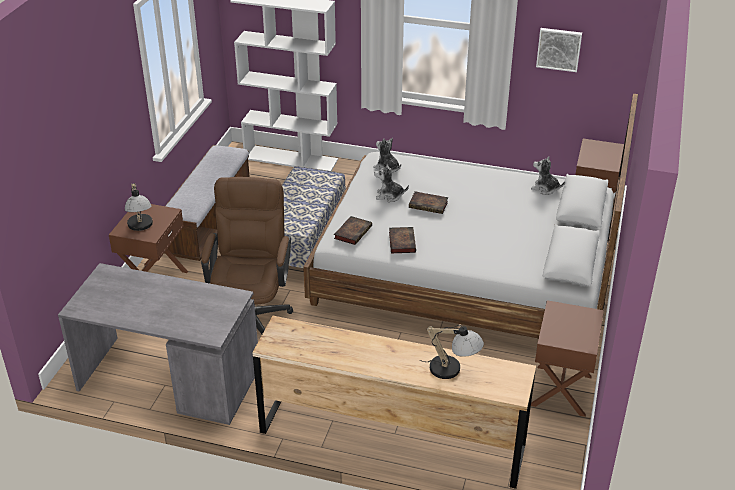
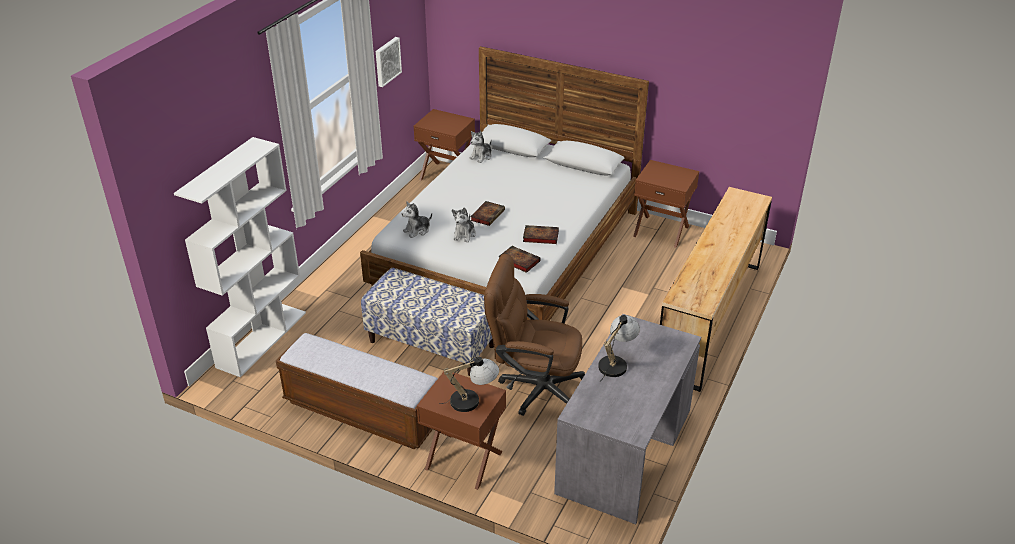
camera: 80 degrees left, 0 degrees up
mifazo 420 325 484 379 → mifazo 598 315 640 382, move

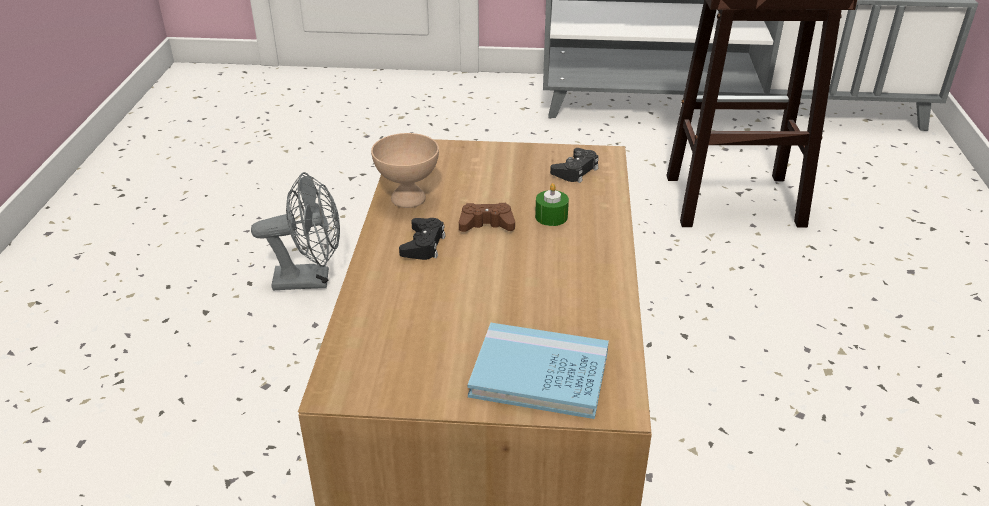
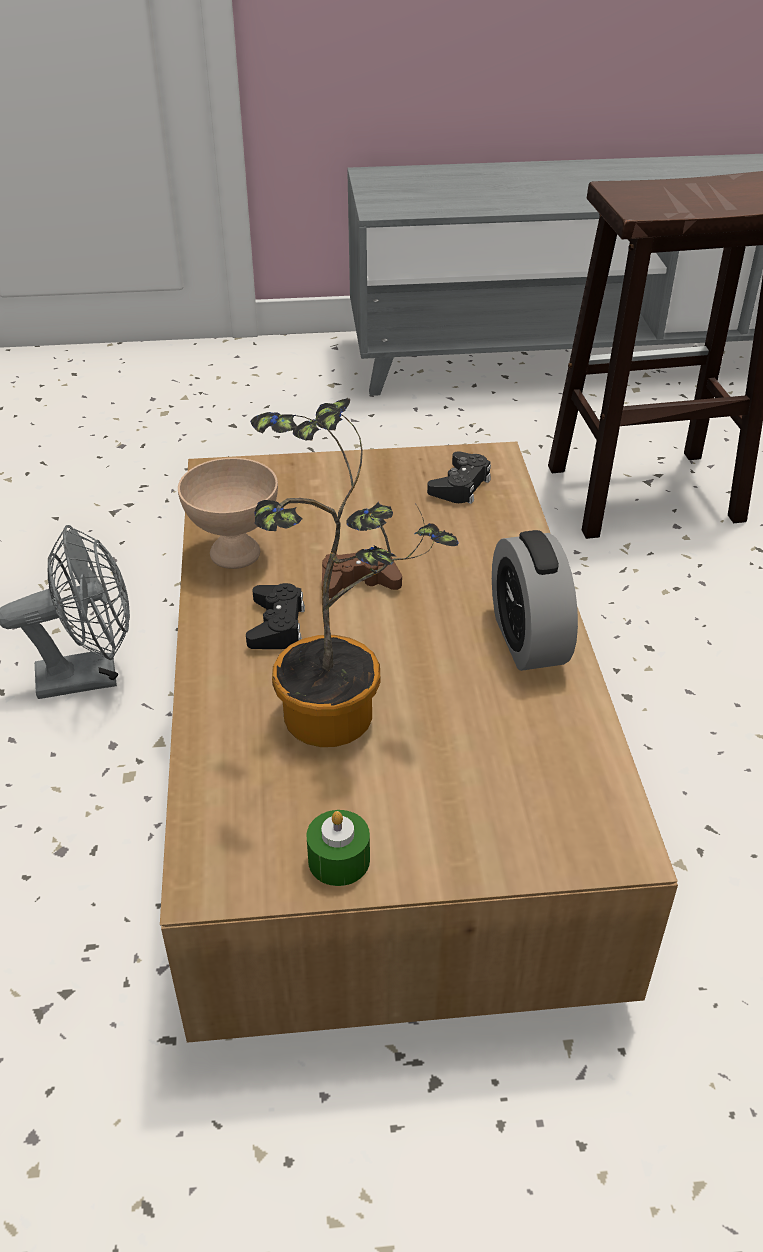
camera: 10 degrees left, 5 degrees up
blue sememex 468 323 609 419 → -
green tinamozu 535 183 569 226 → green tinamozu 306 810 370 886, move
- → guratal 250 398 458 747
- → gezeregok 492 530 578 671

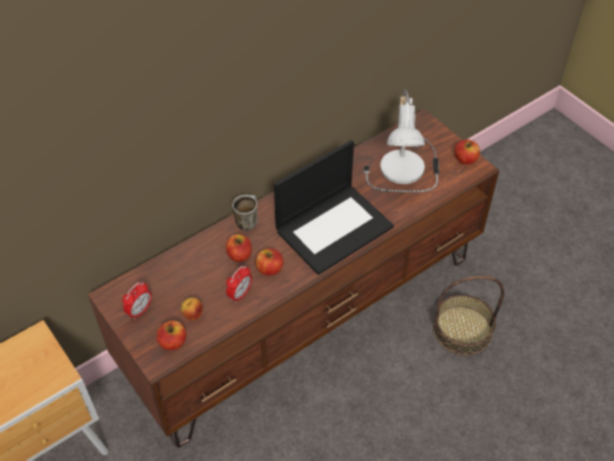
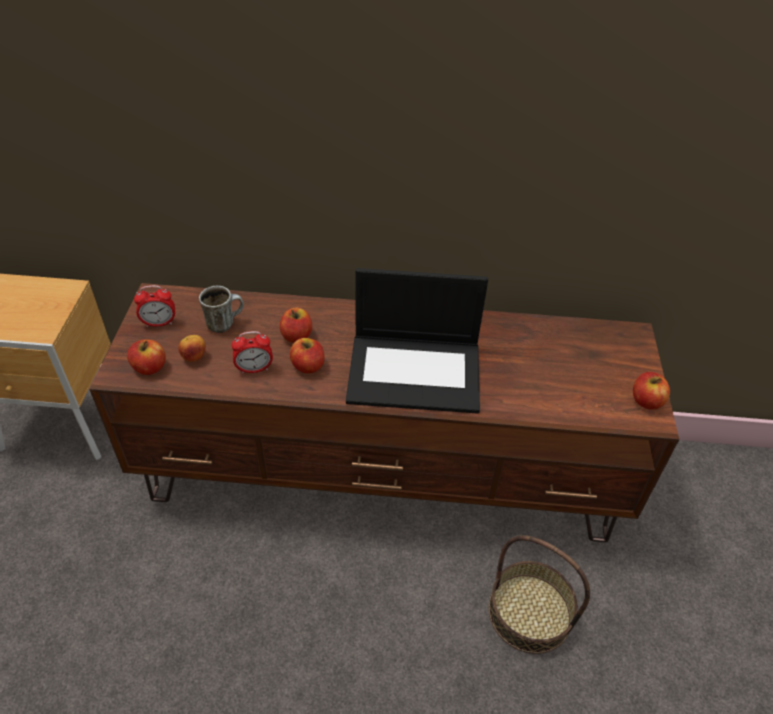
camera: 40 degrees right, 5 degrees down
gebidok 232 195 257 231 → gebidok 199 286 244 333, move
mifazo 364 89 440 192 → -

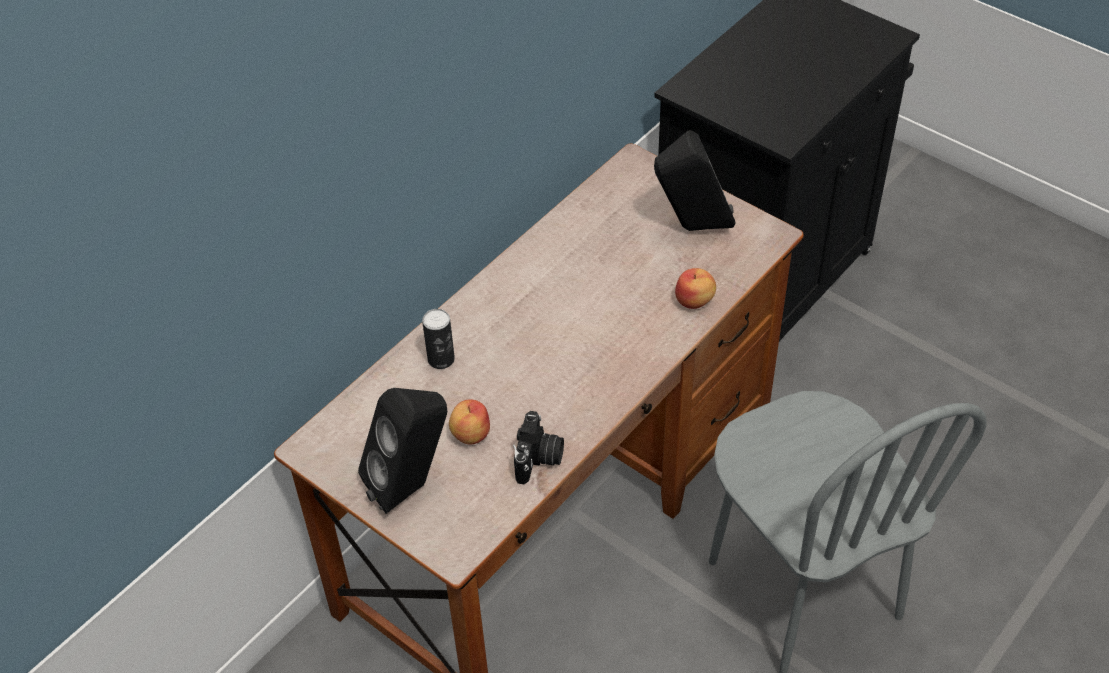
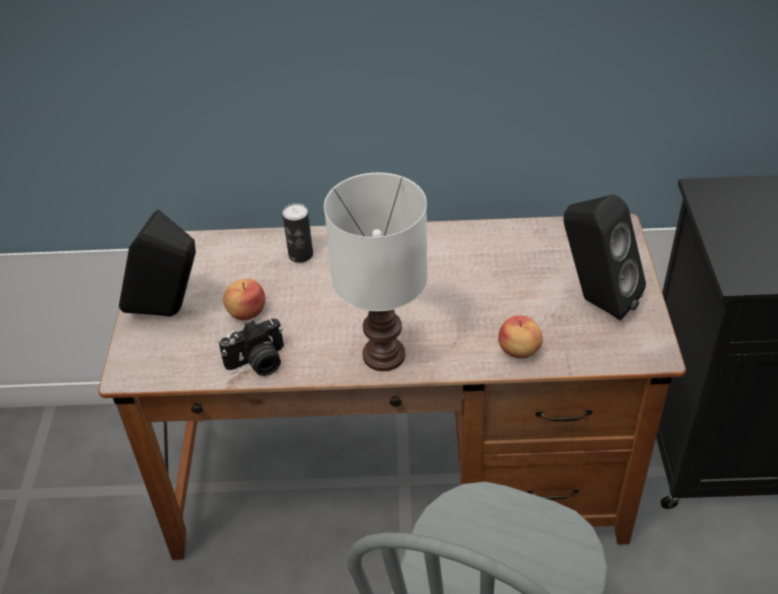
camera: 50 degrees right, 5 degrees down
- → white mifazo 324 173 428 371

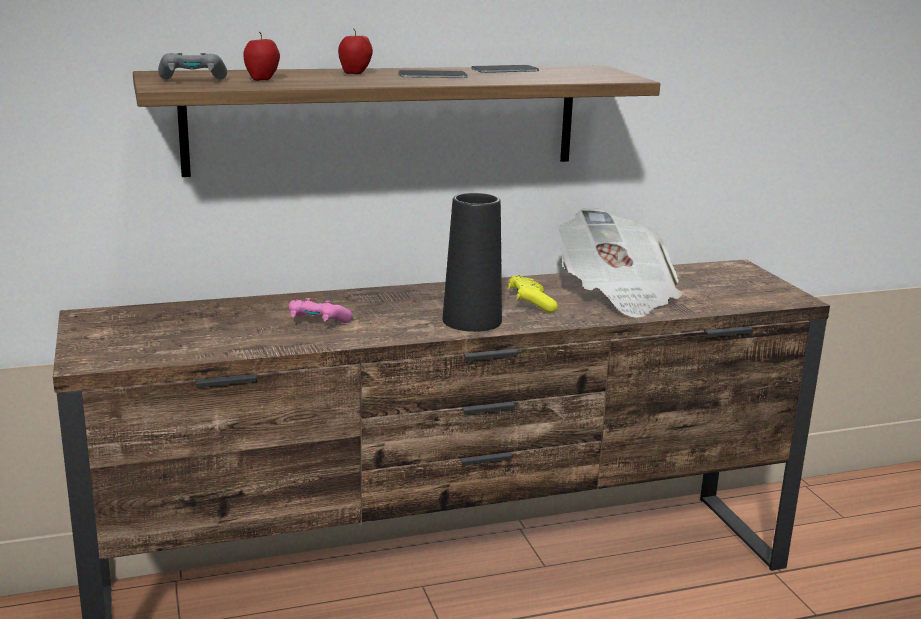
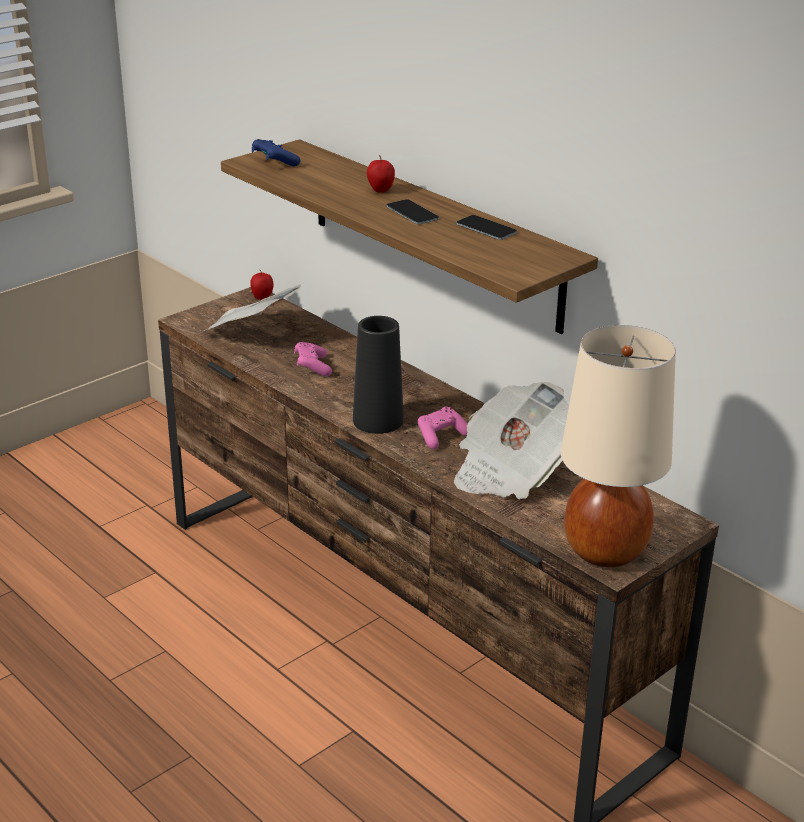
camera: 65 degrees right, 10 degrees up
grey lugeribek 158 53 227 80 → blue lugeribek 252 139 300 166
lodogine 243 32 280 81 → lodogine 250 270 274 300, move
yellow lugeribek 508 275 558 313 → pink lugeribek 418 407 468 449
- → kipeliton 203 283 303 331
- → beige mifazo 561 325 676 567

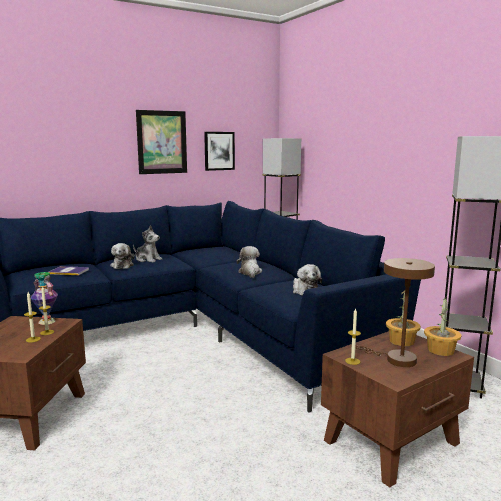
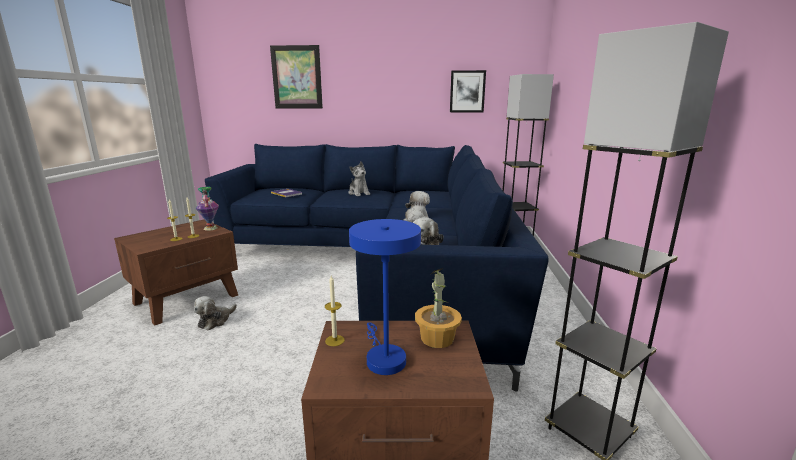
camera: 35 degrees right, 5 degrees up
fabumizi 110 243 135 269 → fabumizi 194 296 237 330, move
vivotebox 136 110 187 174 → vivotebox 270 45 323 109, move
brown mifazo 356 258 435 367 → blue mifazo 349 219 421 375
guratal 424 297 461 356 → -

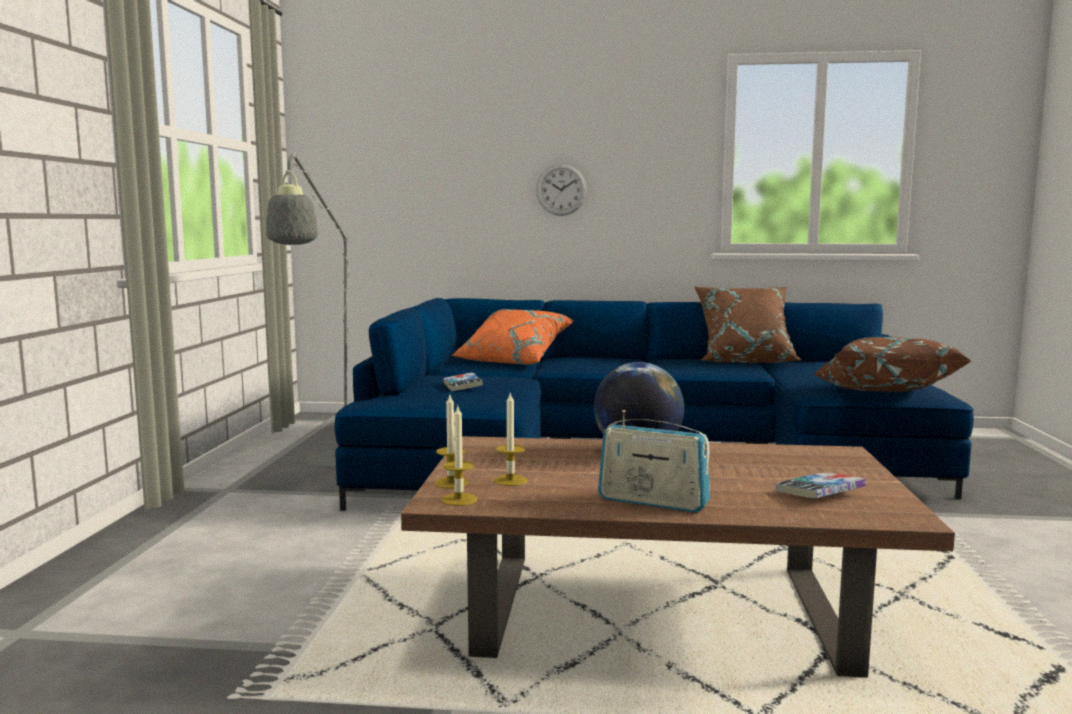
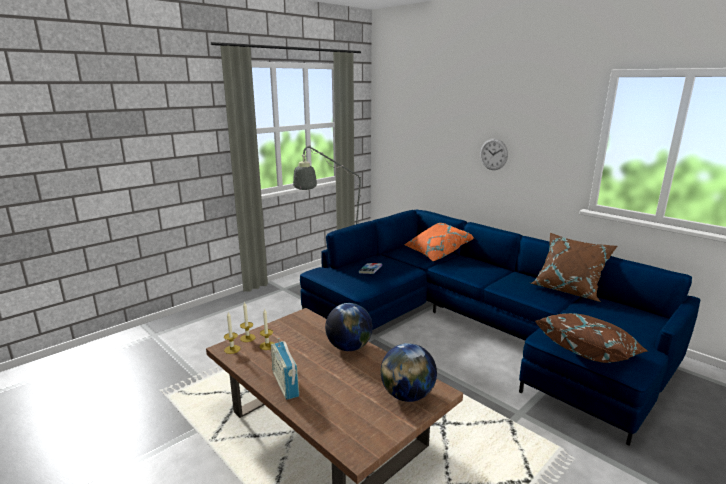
camera: 40 degrees right, 10 degrees up
sememex 776 473 866 498 → -
- → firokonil 381 343 437 402

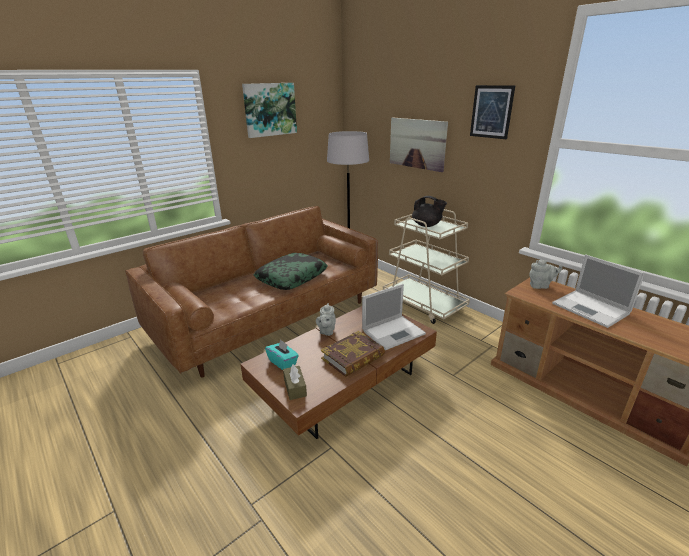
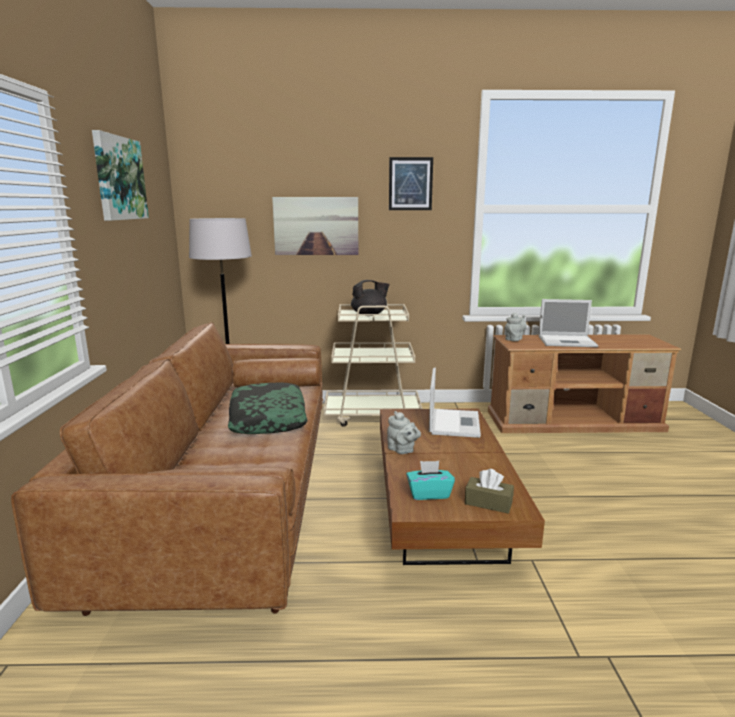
camera: 50 degrees left, 10 degrees down
sememex 321 331 385 377 → -

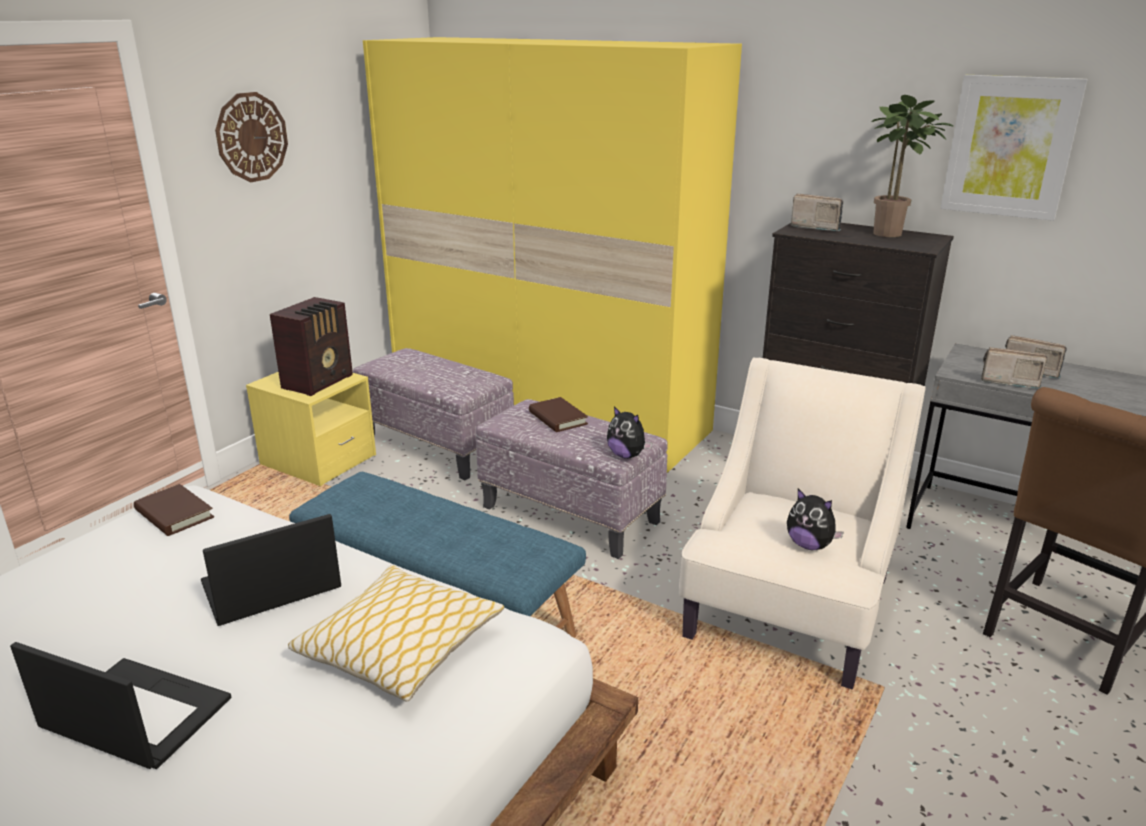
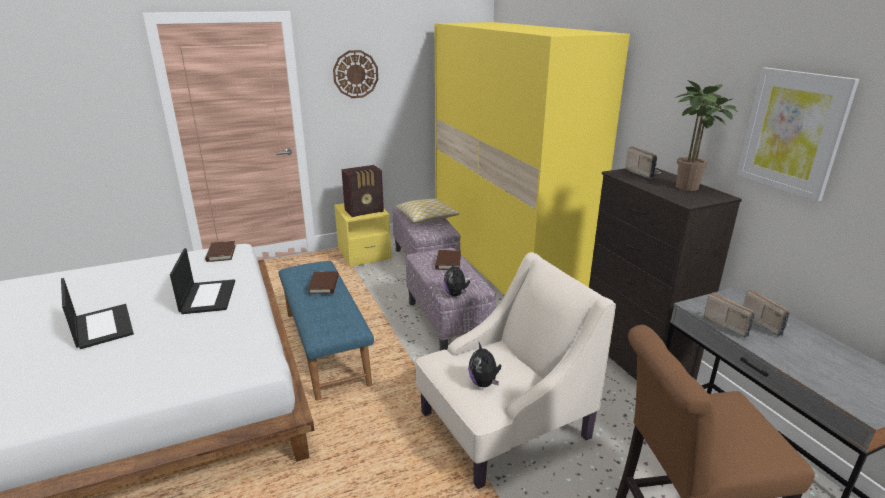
camera: 35 degrees right, 0 degrees up
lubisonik 201 514 341 626 → lubisonik 170 248 235 314, 75 degrees clockwise
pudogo 288 565 504 702 → pudogo 396 199 459 223, move
- → brown sememex 308 271 339 294

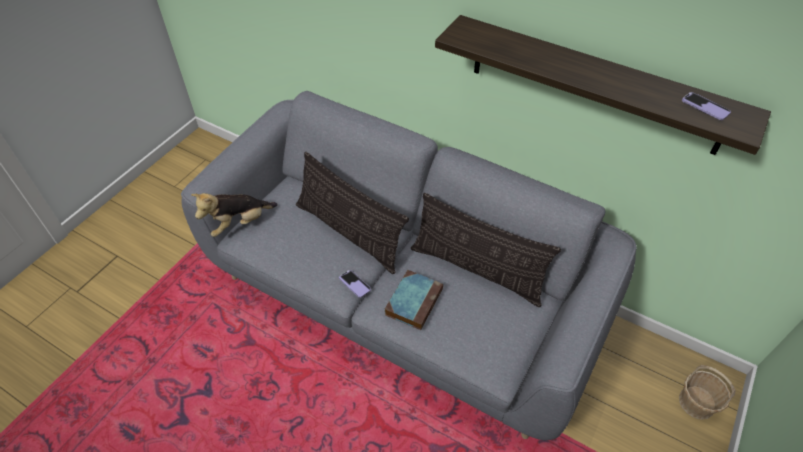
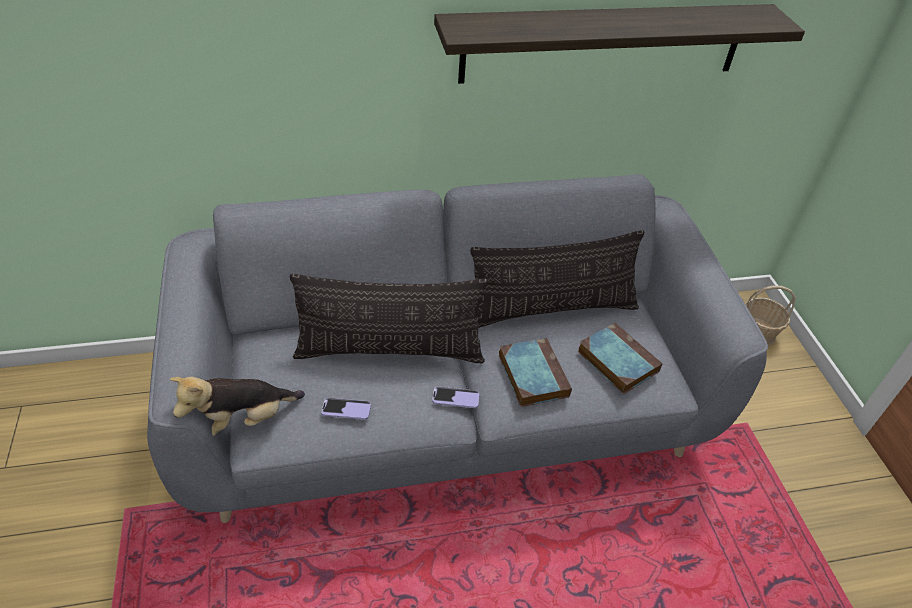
camera: 45 degrees left, 5 degrees down
fabumizi 191 193 278 237 → fabumizi 170 377 305 436, 45 degrees clockwise
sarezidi 682 92 731 120 → sarezidi 321 398 371 420, move
- → sememex 577 322 663 394

